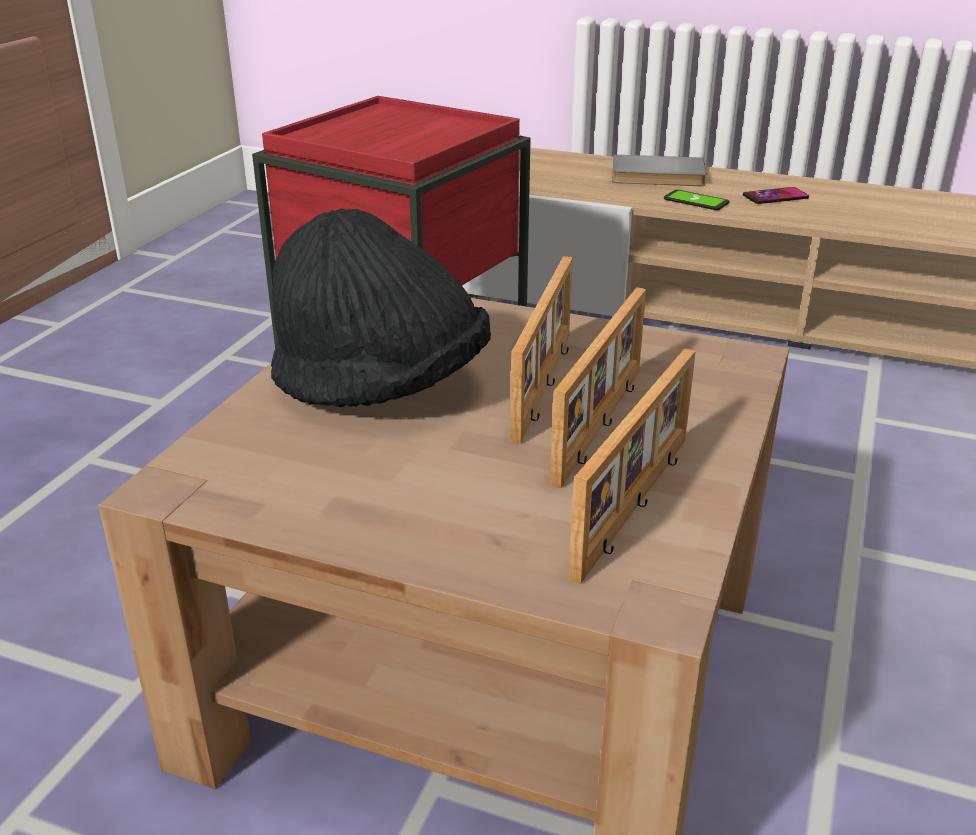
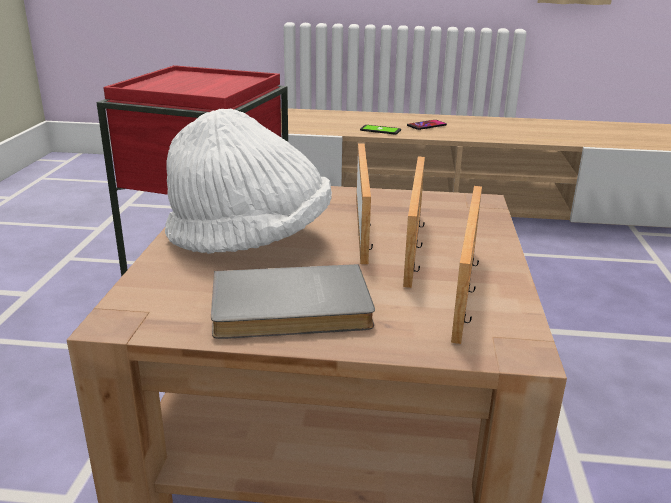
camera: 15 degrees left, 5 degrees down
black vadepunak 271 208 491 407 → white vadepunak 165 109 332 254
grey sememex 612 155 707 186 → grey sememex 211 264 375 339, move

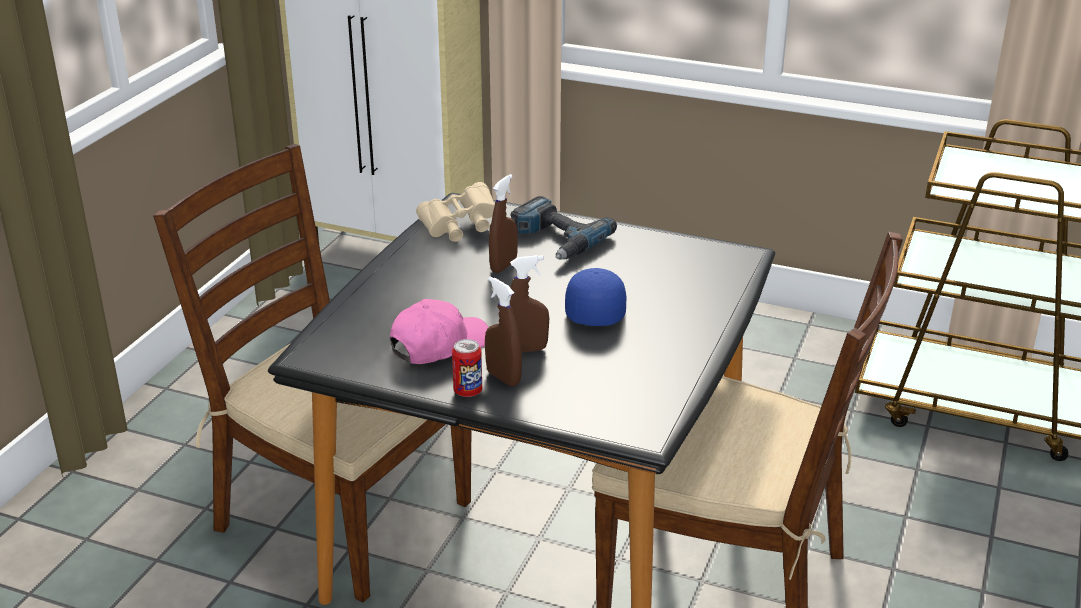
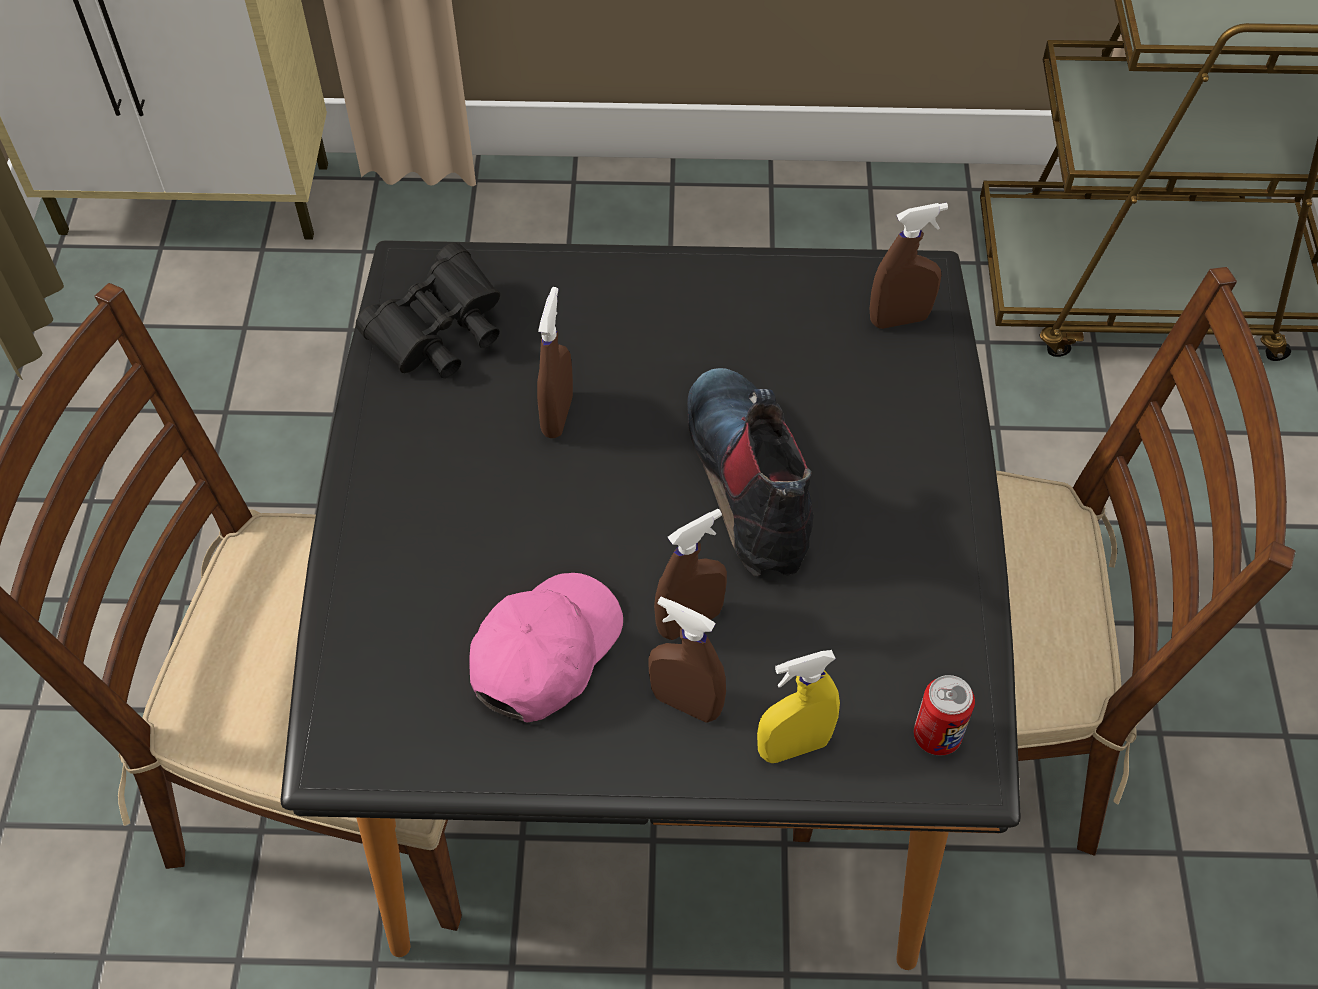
camera: 20 degrees left, 25 degrees up
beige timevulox 416 182 495 242 → black timevulox 356 243 500 378
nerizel 452 339 482 397 → nerizel 914 675 975 756, move
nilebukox 510 196 617 260 → -
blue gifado 565 268 626 326 → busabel 687 368 814 577
- → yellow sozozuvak 757 650 840 763
- → brown sozozuvak 870 203 948 329

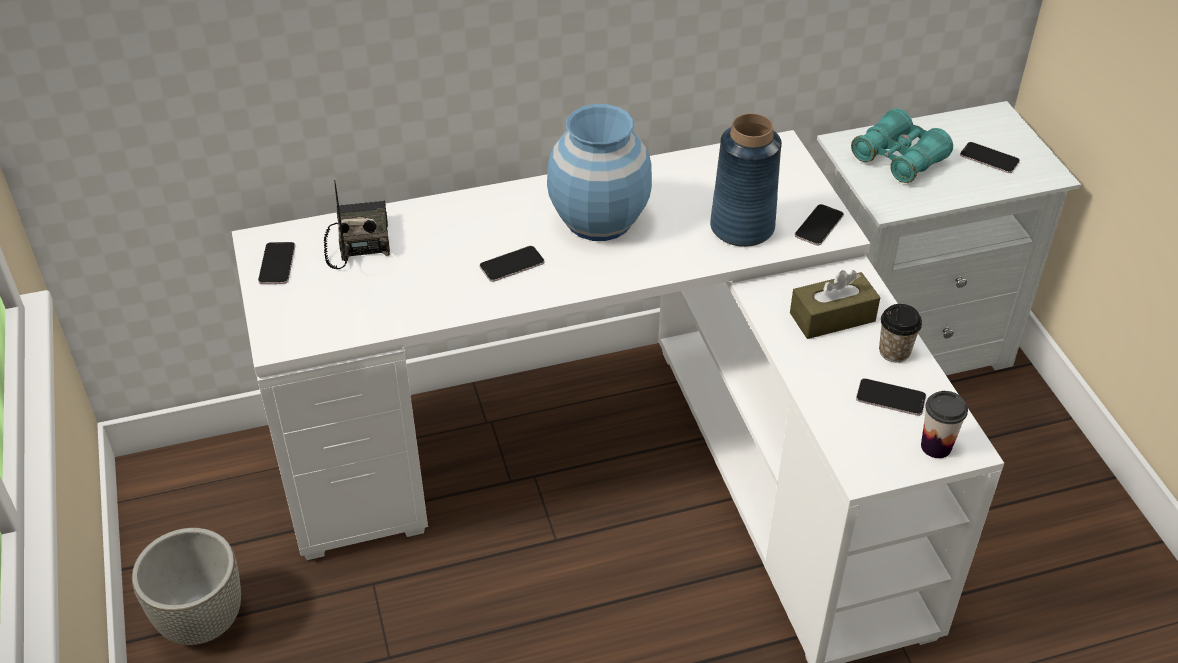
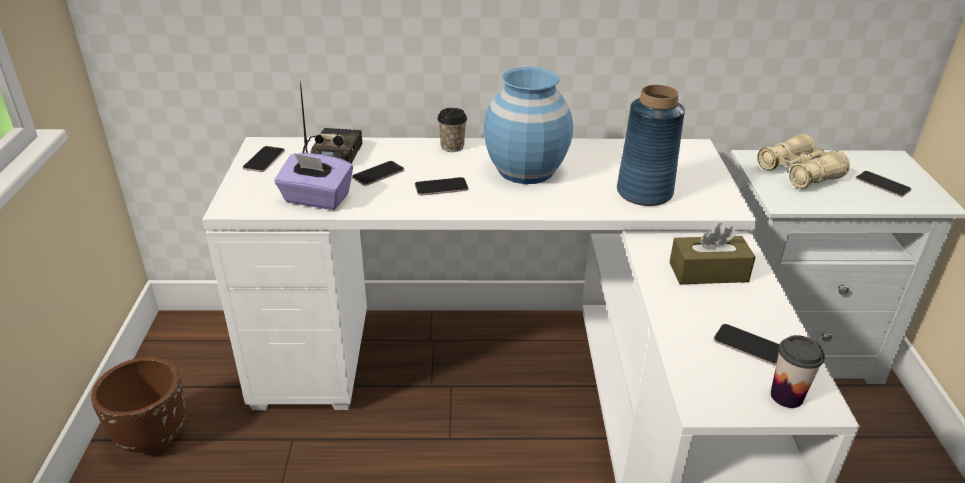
camera: 15 degrees right, 10 degrees down
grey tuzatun 132 528 241 645 → brown tuzatun 91 357 185 453
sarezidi 795 204 844 246 → sarezidi 352 161 404 186, move
turquoise timevulox 851 108 953 183 → beige timevulox 757 134 850 189
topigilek 879 304 922 363 → topigilek 437 108 467 152, move
- → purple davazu 274 153 353 210

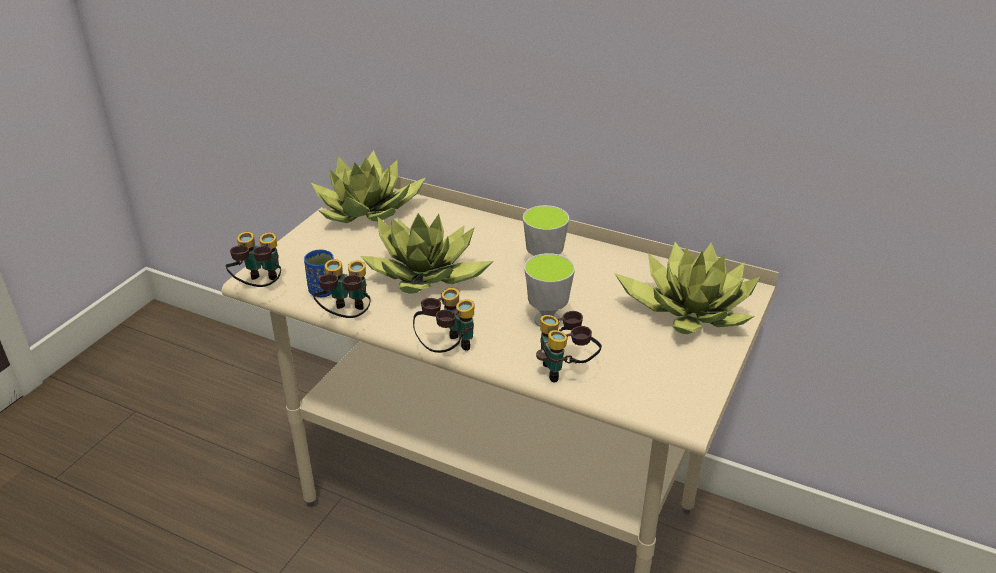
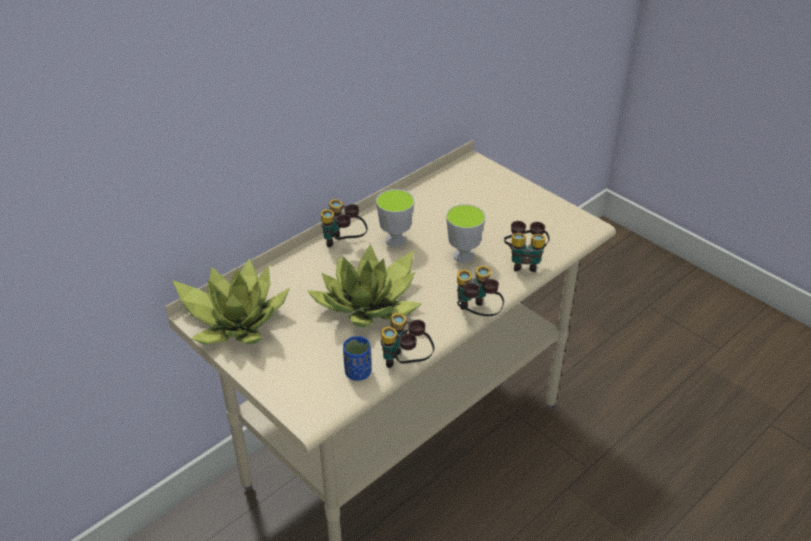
camera: 70 degrees left, 5 degrees up
timevulox 225 232 281 287 → timevulox 321 199 368 248, move
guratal 614 242 760 334 → -

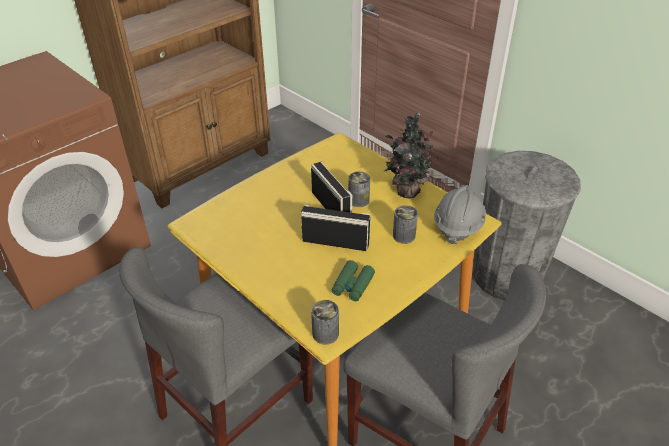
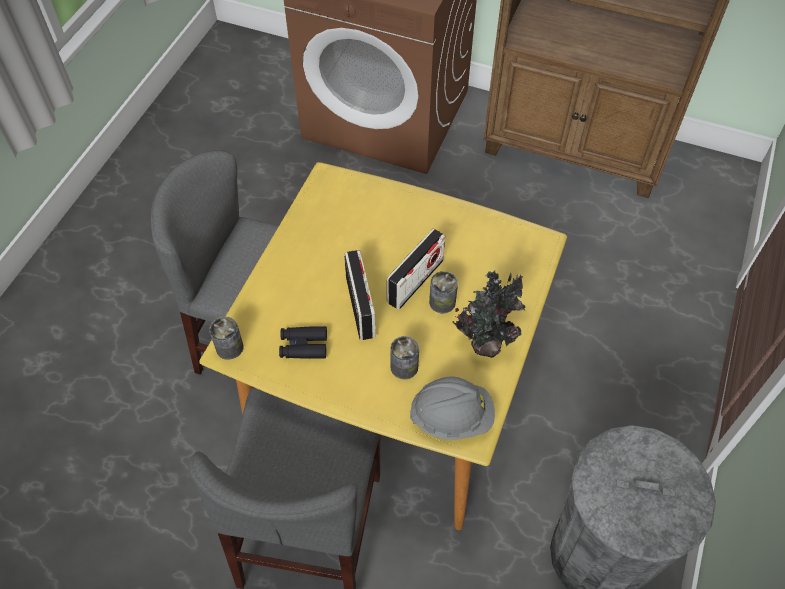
camera: 65 degrees right, 15 degrees up
green timevulox 332 260 375 301 → black timevulox 279 326 327 359

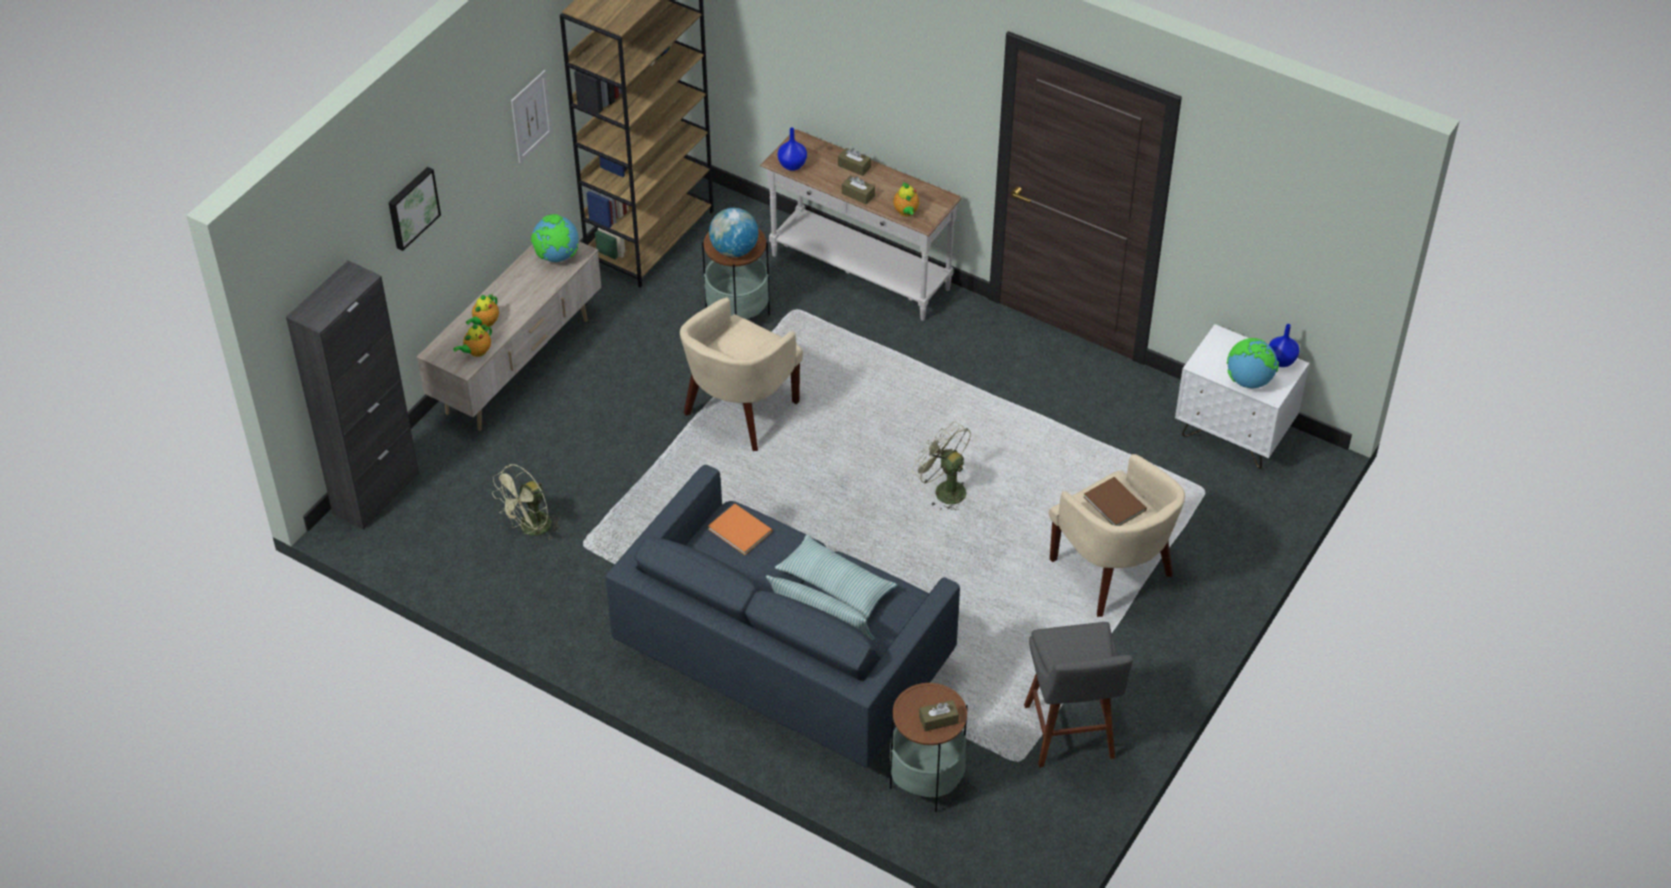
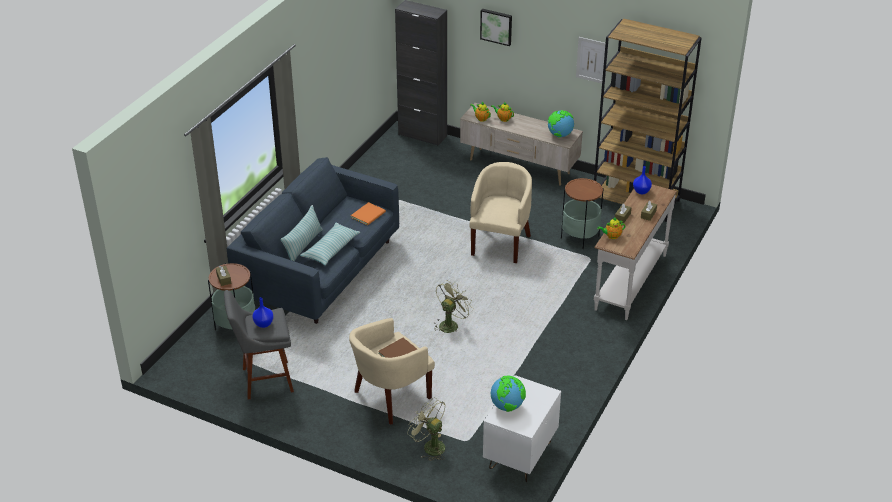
camera: 85 degrees right, 10 degrees down
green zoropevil 492 464 562 539 → green zoropevil 407 398 446 461, move
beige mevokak 680 297 803 451 → beige mevokak 470 162 532 263, 75 degrees clockwise
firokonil 709 208 759 257 → -
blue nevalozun 1269 324 1299 367 → blue nevalozun 252 297 273 328, move

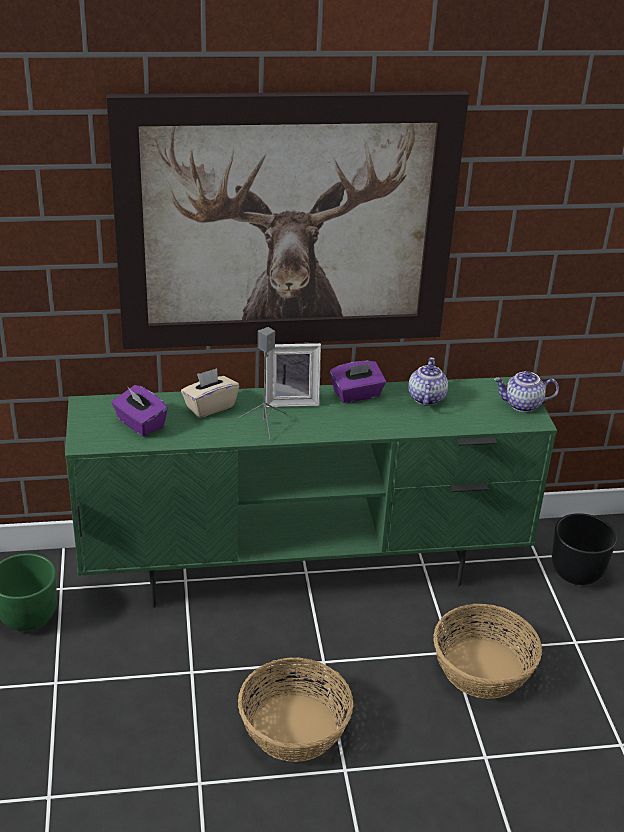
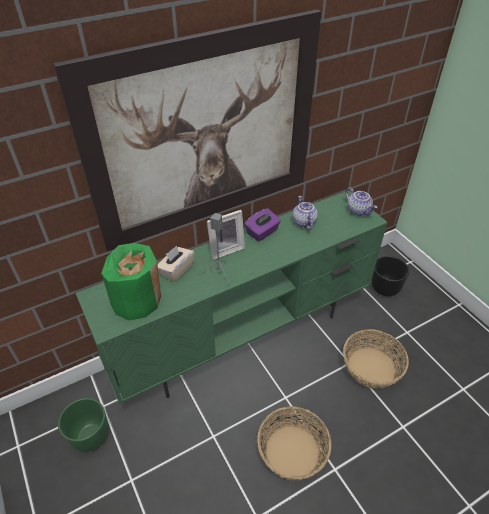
camera: 20 degrees left, 10 degrees up
purple davazu 112 385 168 436 → green nevalozun 101 243 161 321
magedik 494 371 559 412 → magedik 345 187 377 216, 105 degrees counterclockwise

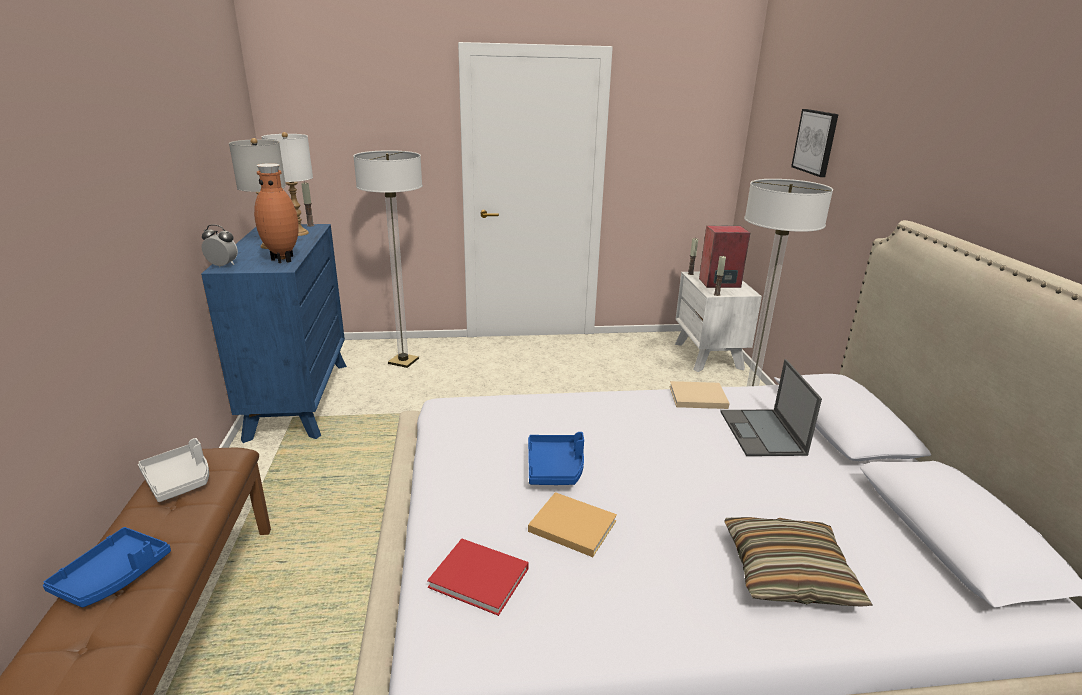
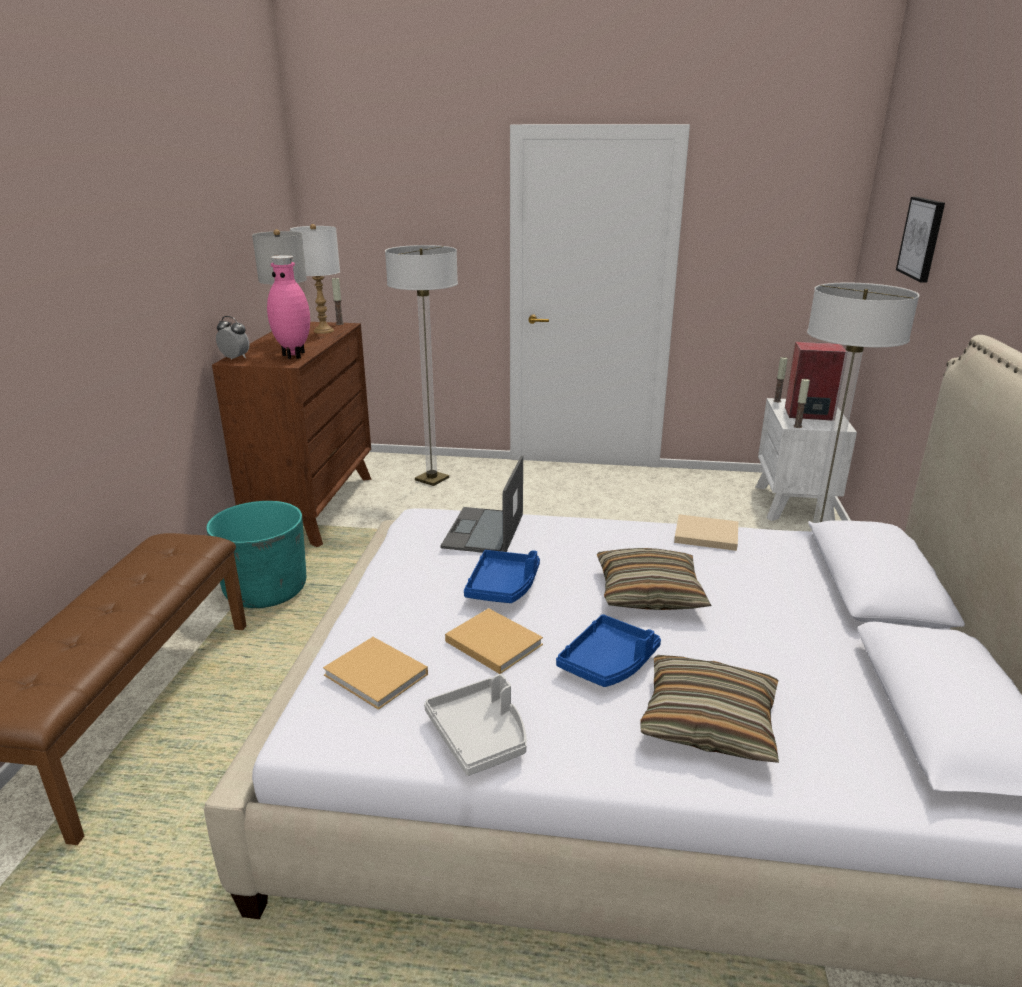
camera: 15 degrees right, 0 degrees up
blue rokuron 43 527 171 607 → blue rokuron 556 614 661 687, move
grey rokuron 138 438 209 502 → grey rokuron 424 674 527 776, move
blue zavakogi 201 224 347 443 → brown zavakogi 212 322 372 547
brown nevalozun 254 163 299 263 → pink nevalozun 267 255 310 359
red sememex 427 539 528 616 → beige sememex 323 637 428 710
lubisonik 720 359 822 456 → lubisonik 440 456 523 553, move
- → turquoise tuzatun 206 501 306 608
- → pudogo 597 548 711 610

